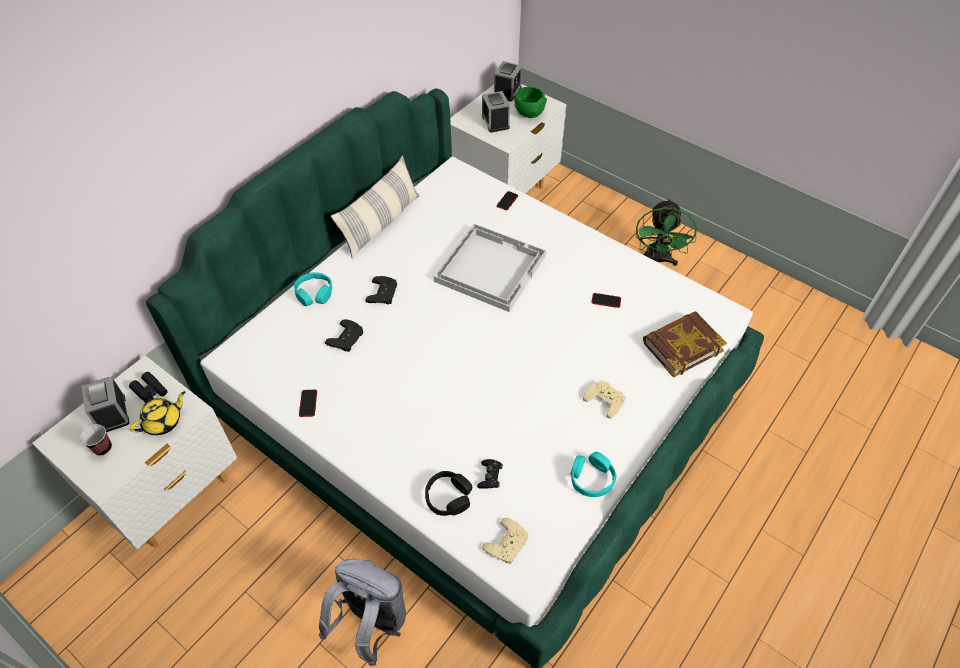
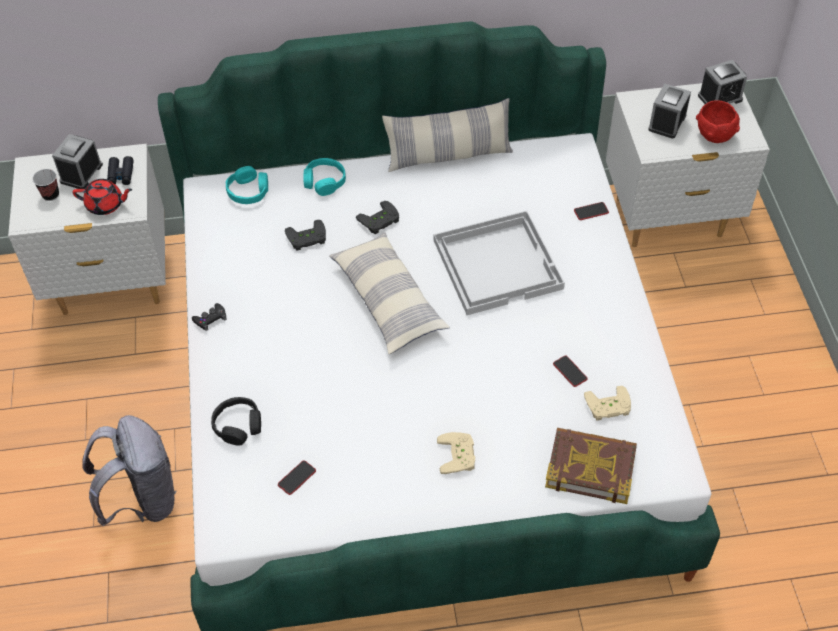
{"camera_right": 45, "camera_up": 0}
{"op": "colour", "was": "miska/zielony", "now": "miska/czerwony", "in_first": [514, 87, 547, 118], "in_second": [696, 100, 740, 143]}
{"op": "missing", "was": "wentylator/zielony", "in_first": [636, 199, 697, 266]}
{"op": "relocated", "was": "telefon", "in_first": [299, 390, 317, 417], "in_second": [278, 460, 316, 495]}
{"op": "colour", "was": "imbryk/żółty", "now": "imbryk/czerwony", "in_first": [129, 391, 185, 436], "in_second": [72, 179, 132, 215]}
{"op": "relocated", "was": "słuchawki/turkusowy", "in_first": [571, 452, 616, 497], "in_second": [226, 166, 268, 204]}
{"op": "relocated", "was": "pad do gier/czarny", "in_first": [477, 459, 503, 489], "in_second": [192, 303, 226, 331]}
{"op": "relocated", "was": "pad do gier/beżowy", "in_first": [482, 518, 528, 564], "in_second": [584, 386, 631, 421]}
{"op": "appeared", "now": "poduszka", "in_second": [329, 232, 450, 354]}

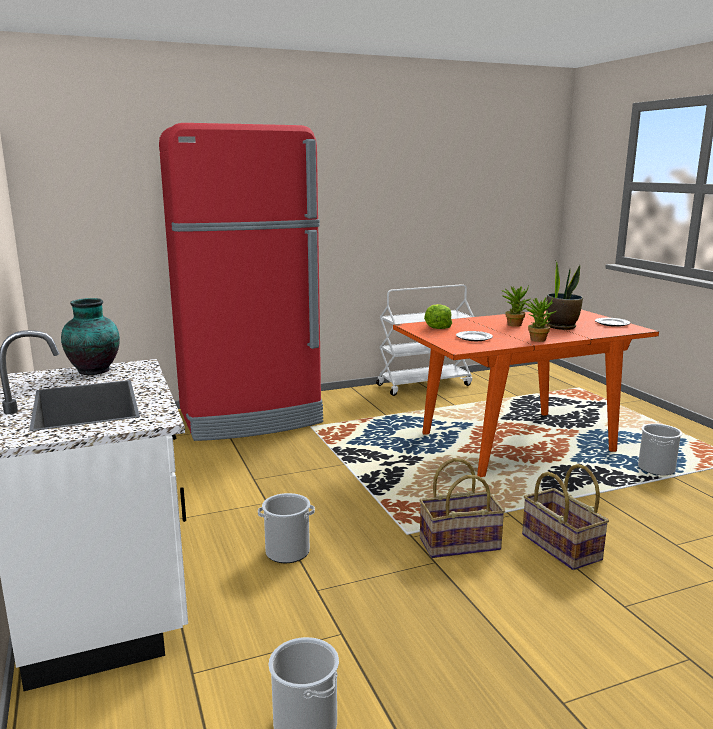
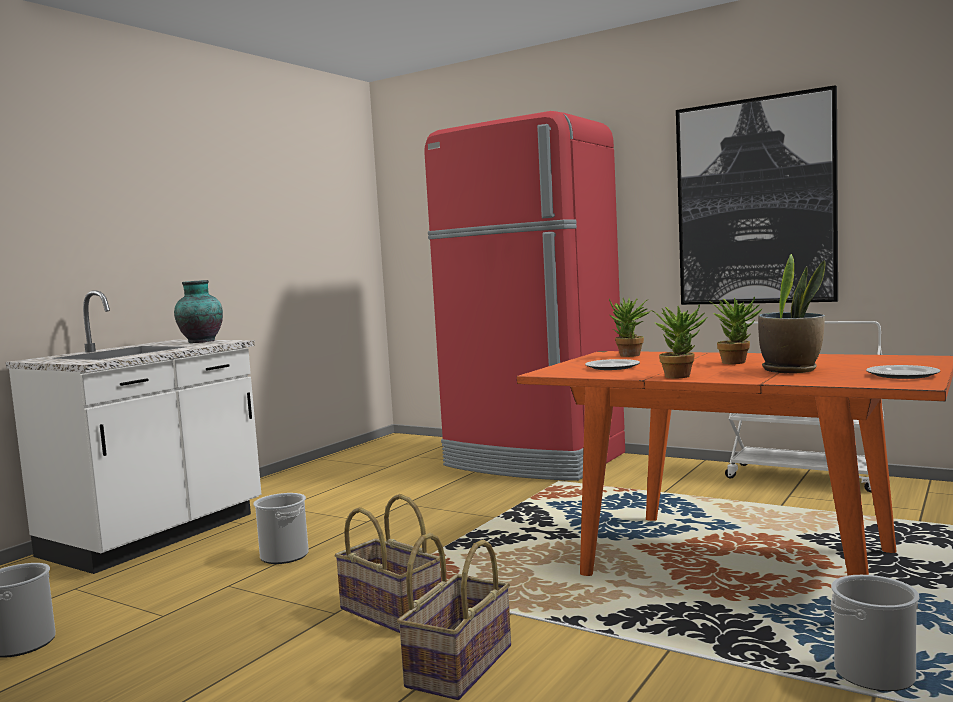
{"camera_right": 55, "camera_up": -10}
{"op": "exchanged", "was": "sałata", "now": "roślina doniczkowa", "in_first": [424, 304, 452, 329], "in_second": [609, 298, 651, 357]}
{"op": "appeared", "now": "obraz", "in_second": [676, 85, 838, 305]}

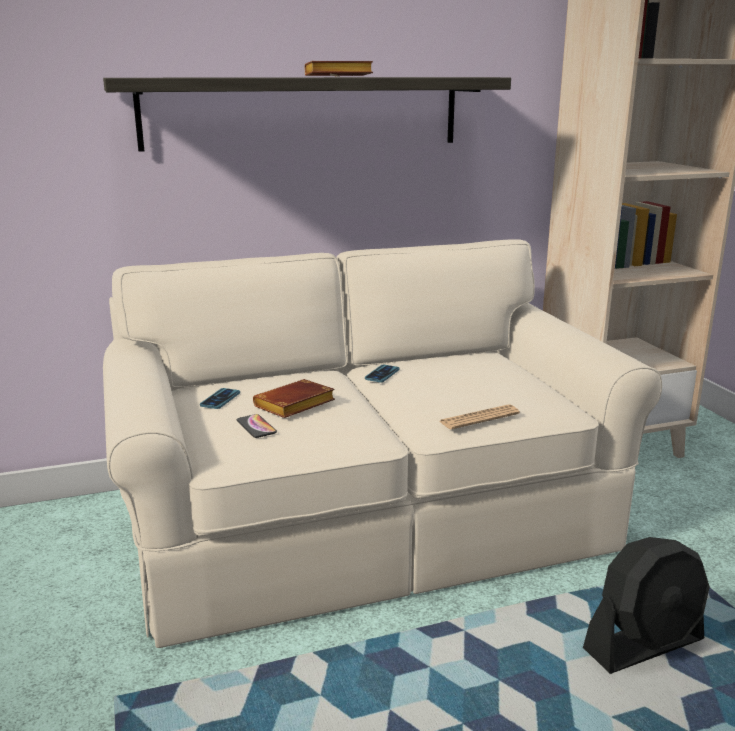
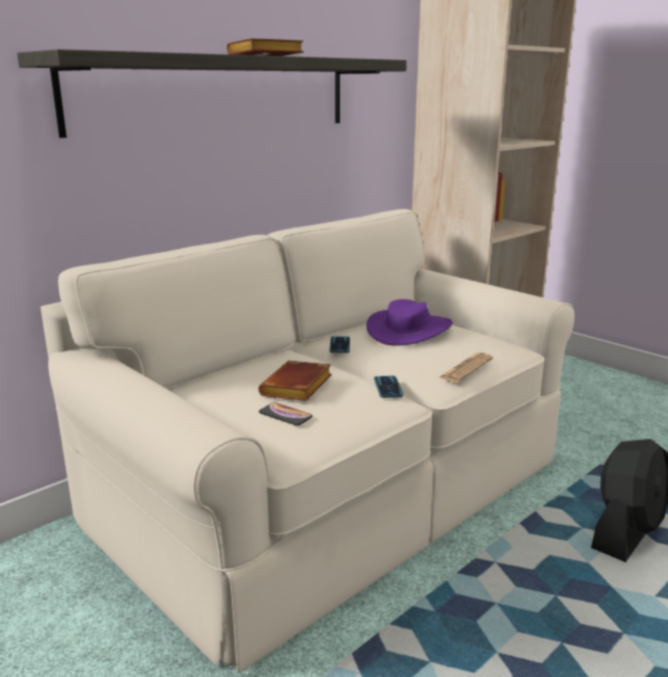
{"camera_right": -25, "camera_up": 0}
{"op": "relocated", "was": "telefon", "in_first": [200, 388, 240, 409], "in_second": [374, 376, 403, 398]}
{"op": "appeared", "now": "kapelusz/fioletowy", "in_second": [367, 299, 453, 346]}

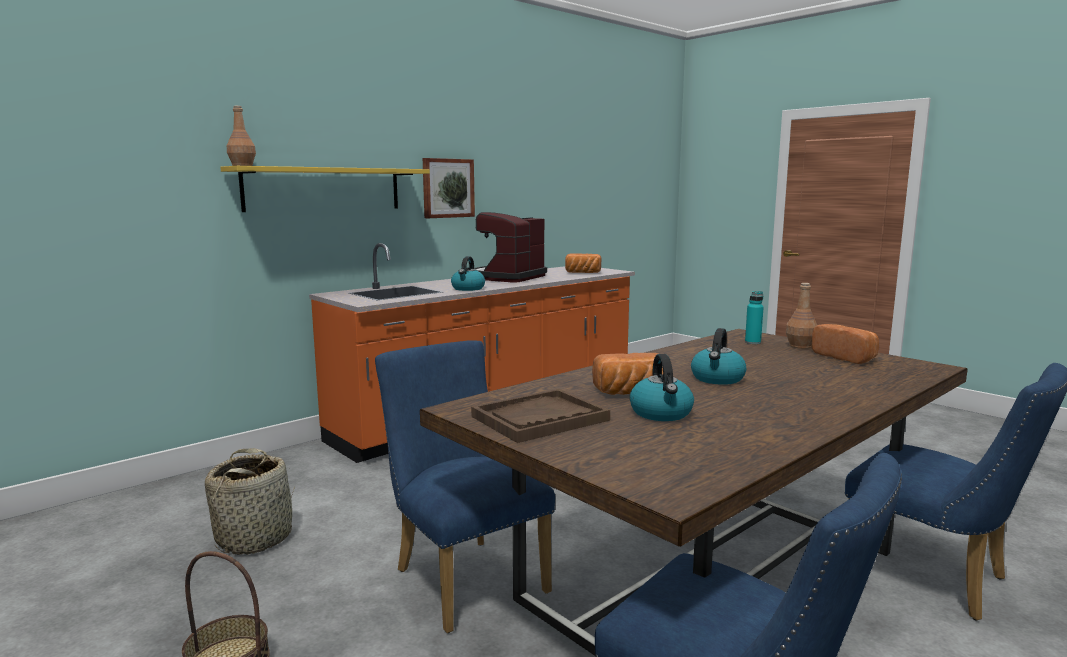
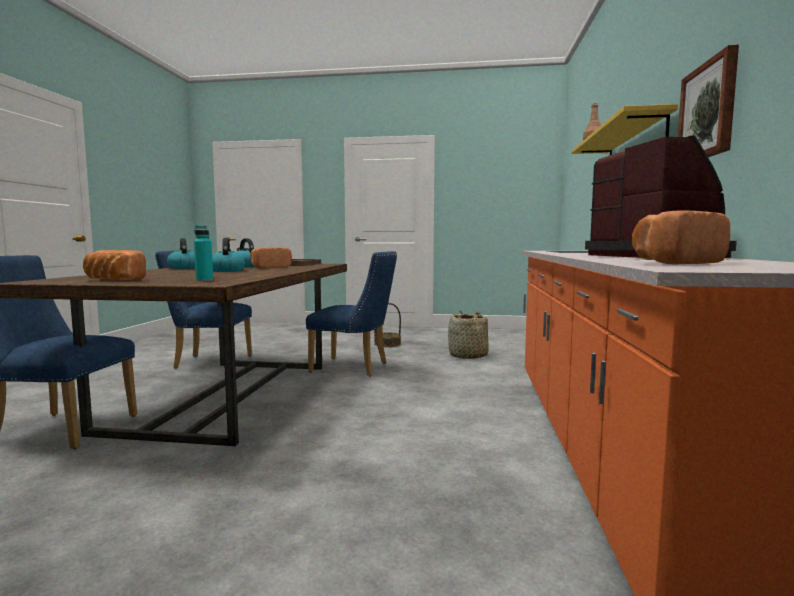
{"camera_right": 140, "camera_up": -5}
{"op": "relocated", "was": "czajnik", "in_first": [451, 256, 485, 291], "in_second": [167, 238, 195, 269]}
{"op": "missing", "was": "butelka/brązowy", "in_first": [786, 283, 817, 349]}

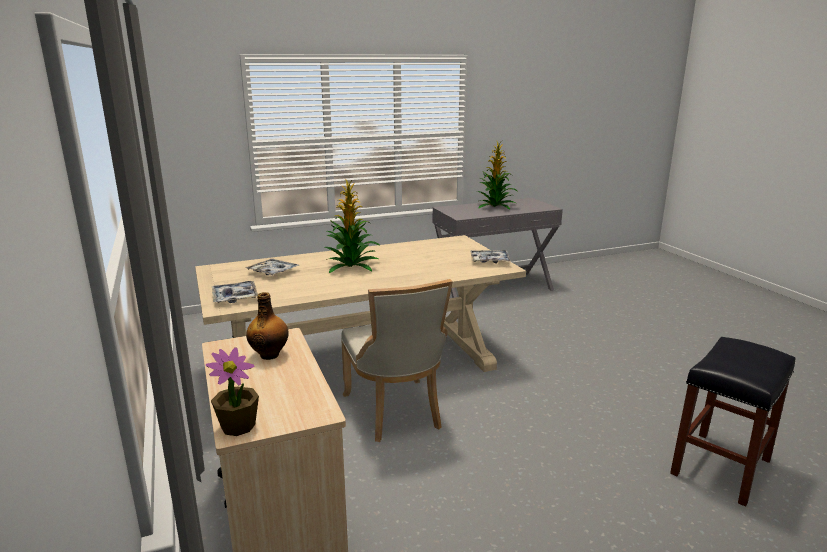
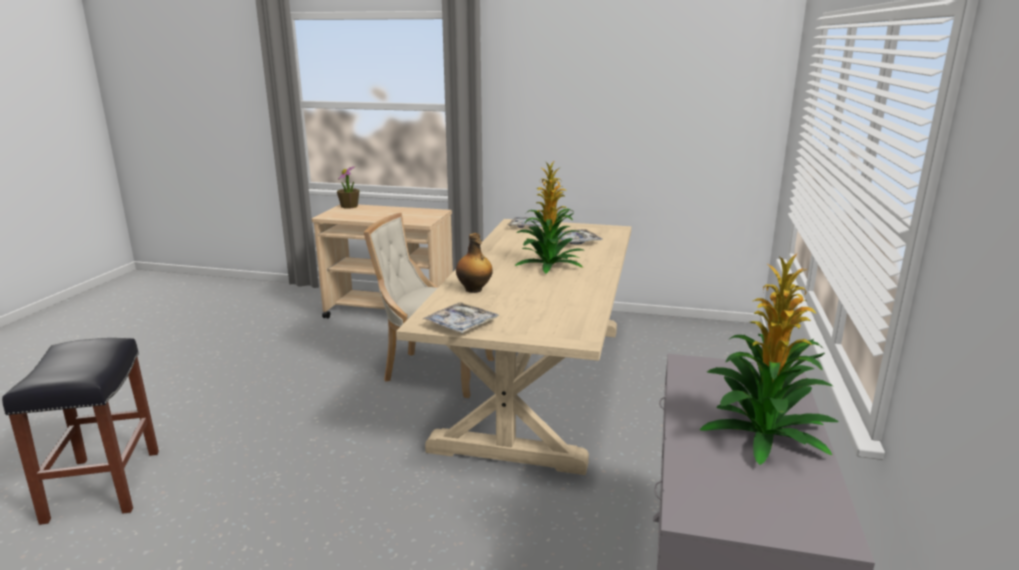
{"camera_right": 125, "camera_up": 0}
{"op": "relocated", "was": "butelka", "in_first": [246, 292, 289, 360], "in_second": [456, 233, 493, 293]}

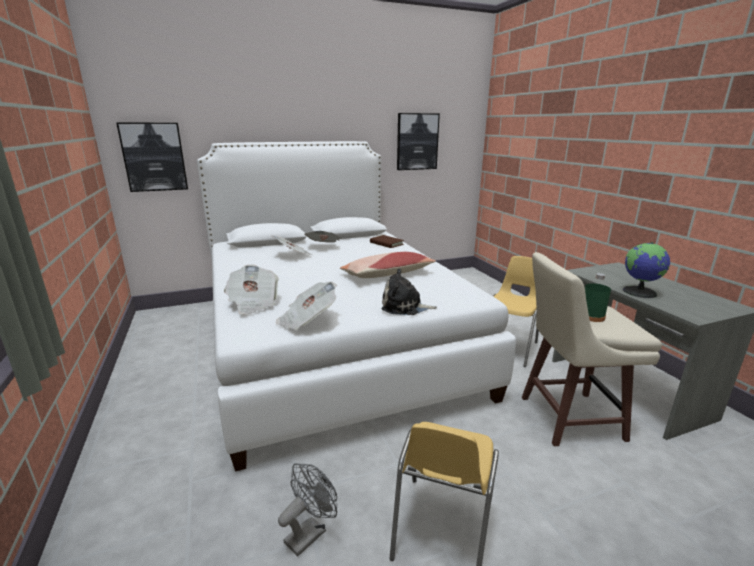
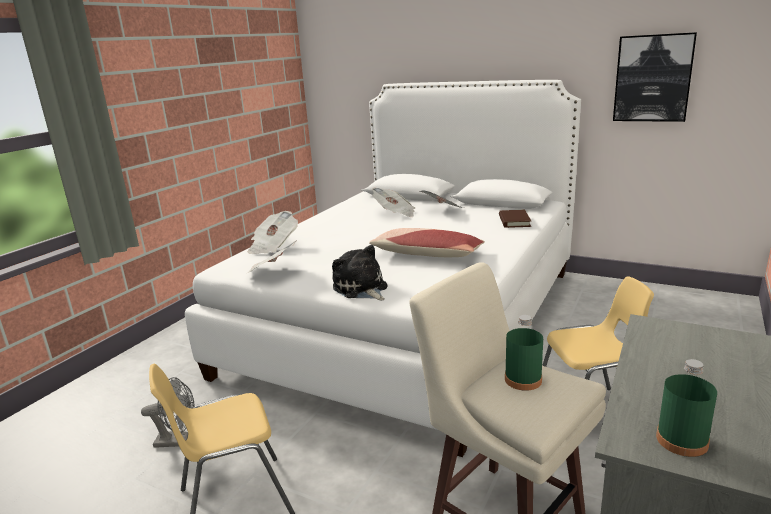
{"camera_right": 50, "camera_up": 0}
{"op": "missing", "was": "obraz", "in_first": [116, 122, 188, 192]}
{"op": "missing", "was": "globus", "in_first": [623, 242, 670, 298]}
{"op": "appeared", "now": "butelka/zielony", "in_second": [656, 359, 717, 457]}

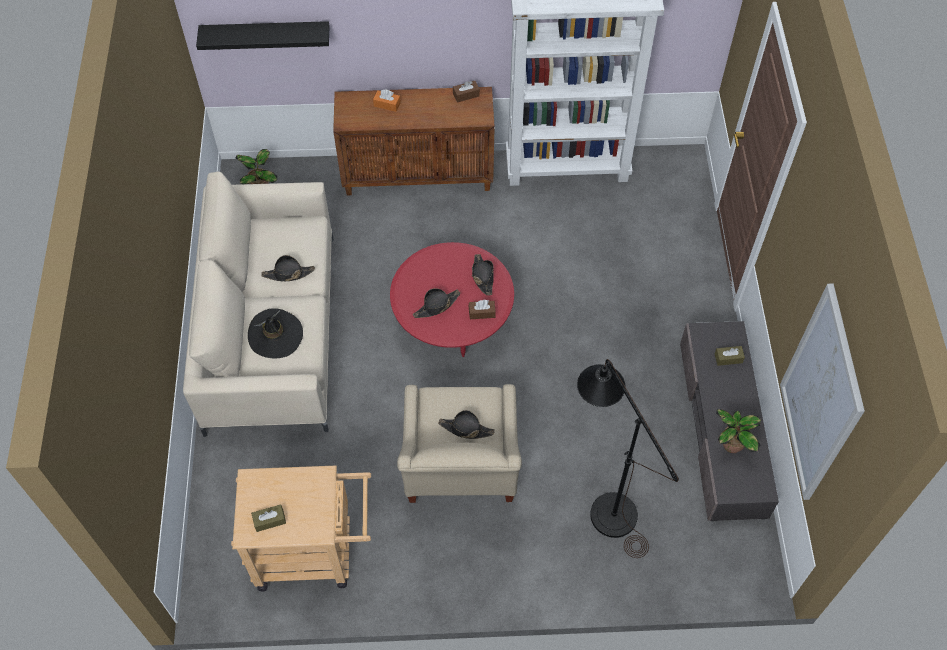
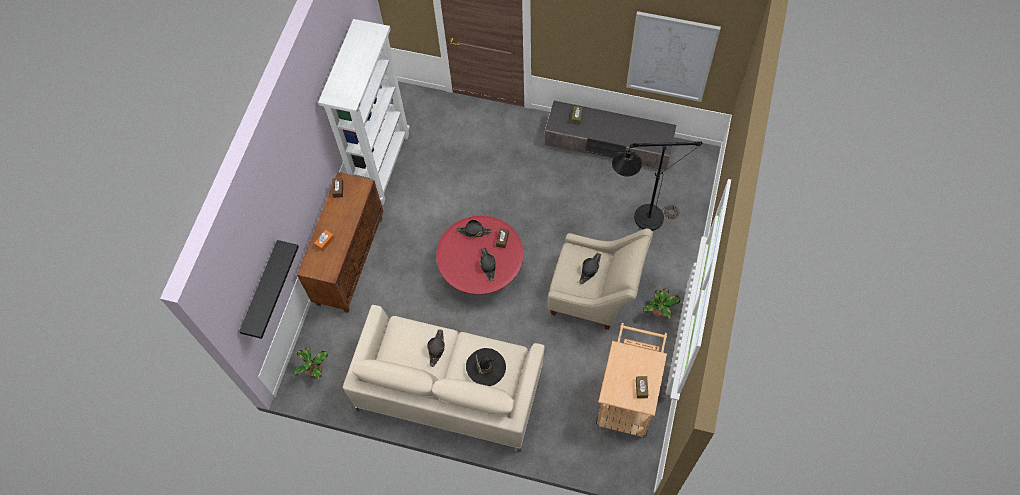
{"camera_right": -70, "camera_up": 5}
{"op": "relocated", "was": "roślina doniczkowa", "in_first": [716, 409, 761, 453], "in_second": [643, 288, 680, 318]}

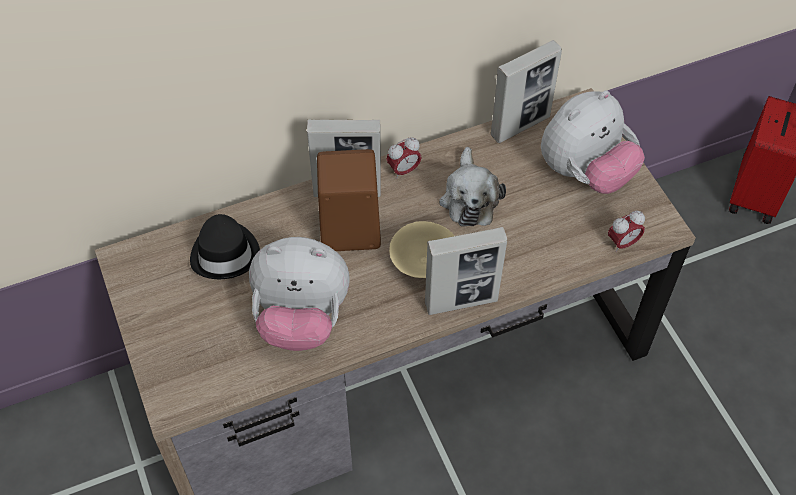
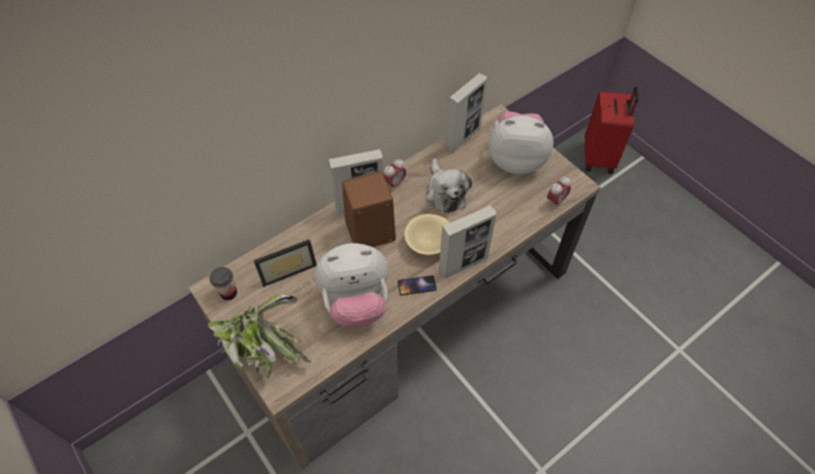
{"camera_right": -15, "camera_up": 0}
{"op": "spun", "was": "pluszak", "in_first": [541, 90, 645, 194], "in_second": [488, 111, 554, 174], "clockwise": -120}
{"op": "exchanged", "was": "kapelusz/czarny", "now": "ramka na zdjęcie", "in_first": [190, 214, 260, 279], "in_second": [254, 239, 317, 287]}
{"op": "appeared", "now": "filiżanka", "in_second": [209, 267, 237, 300]}
{"op": "appeared", "now": "telefon", "in_second": [398, 275, 437, 295]}
{"op": "appeared", "now": "roślina doniczkowa", "in_second": [208, 294, 311, 378]}

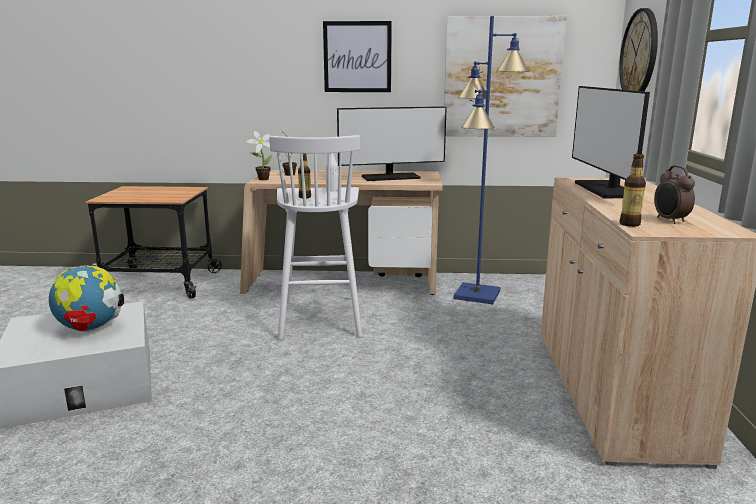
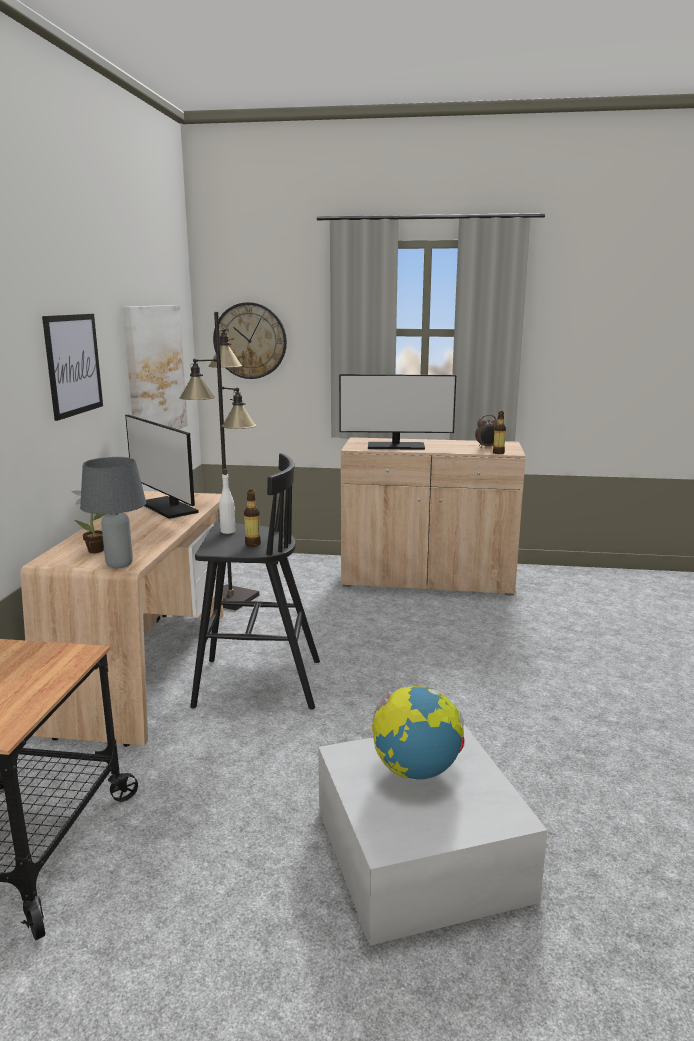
{"camera_right": -85, "camera_up": 0}
{"op": "colour", "was": "lampa stojąca/niebieski", "now": "lampa stojąca/czarny", "in_first": [454, 16, 530, 304], "in_second": [179, 312, 259, 610]}
{"op": "spun", "was": "monitor", "in_first": [337, 106, 447, 181], "in_second": [125, 414, 199, 519], "clockwise": 150}
{"op": "exchanged", "was": "roślina doniczkowa", "now": "lampa stołowa/szary", "in_first": [246, 131, 272, 180], "in_second": [80, 457, 146, 568]}
{"op": "colour", "was": "stołek/biały", "now": "stołek/czarny", "in_first": [269, 135, 362, 340], "in_second": [190, 453, 320, 710]}

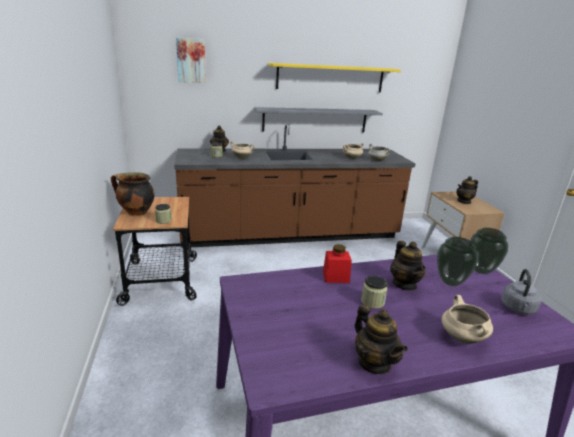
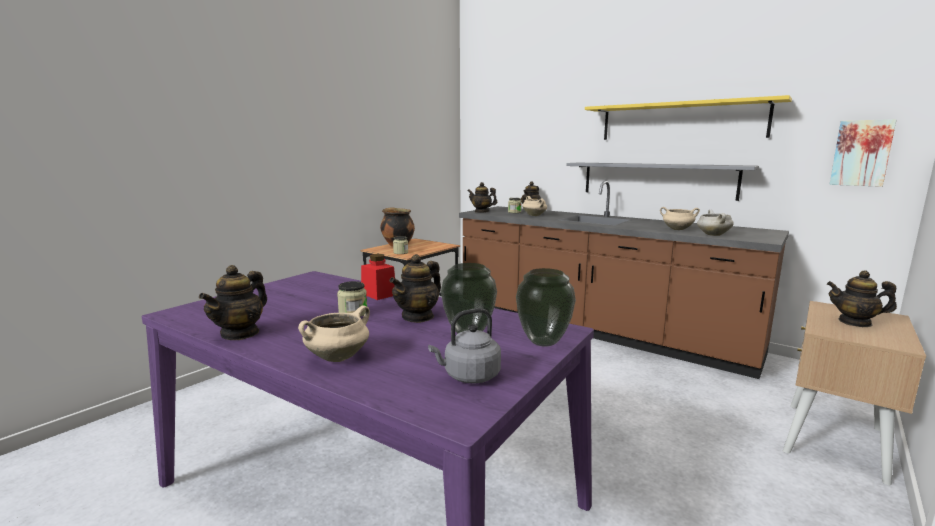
{"camera_right": 50, "camera_up": -10}
{"op": "relocated", "was": "obraz", "in_first": [176, 38, 206, 83], "in_second": [829, 119, 897, 187]}
{"op": "appeared", "now": "imbryk", "in_second": [468, 182, 497, 213]}

